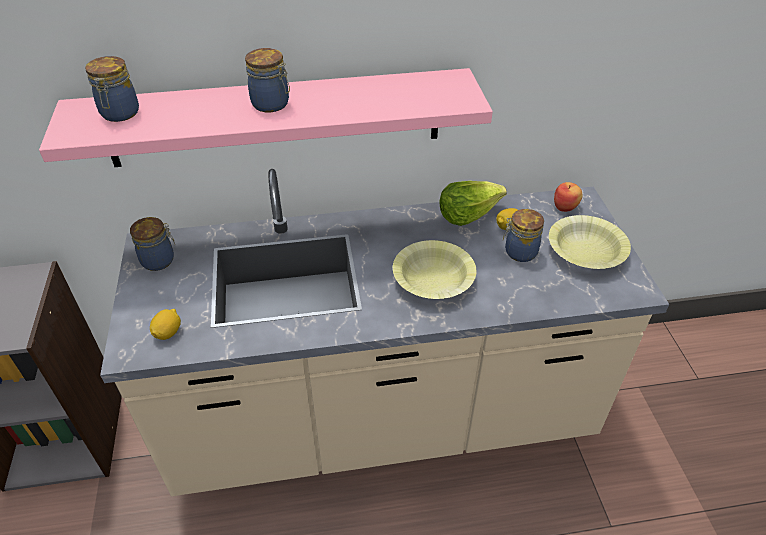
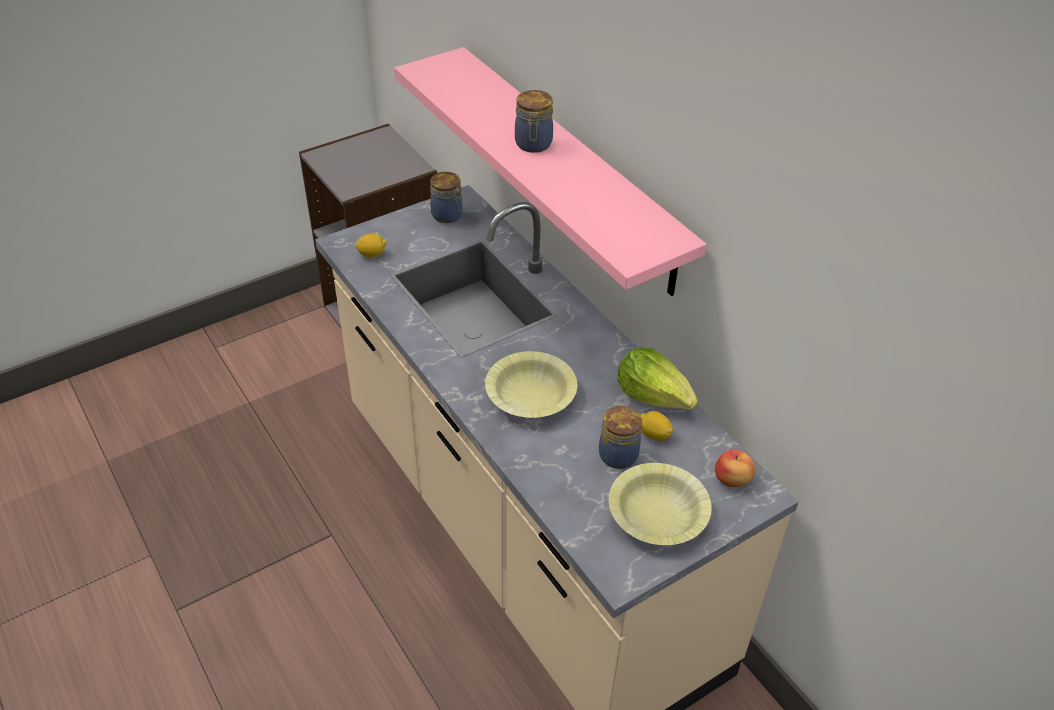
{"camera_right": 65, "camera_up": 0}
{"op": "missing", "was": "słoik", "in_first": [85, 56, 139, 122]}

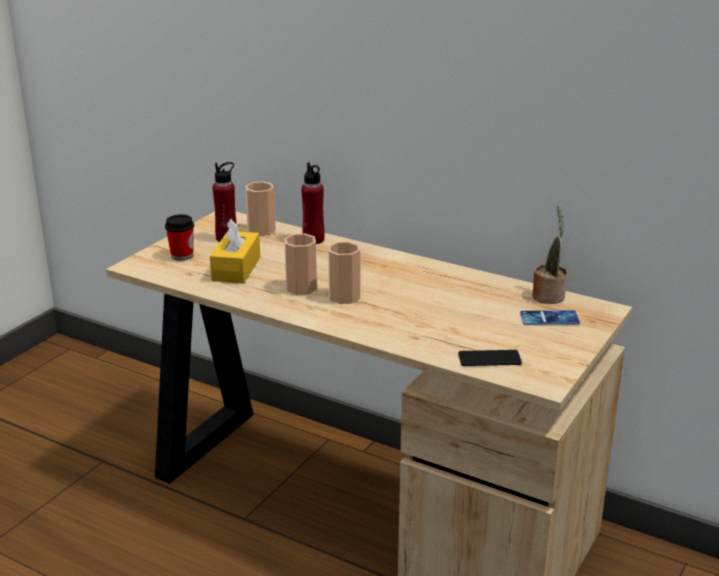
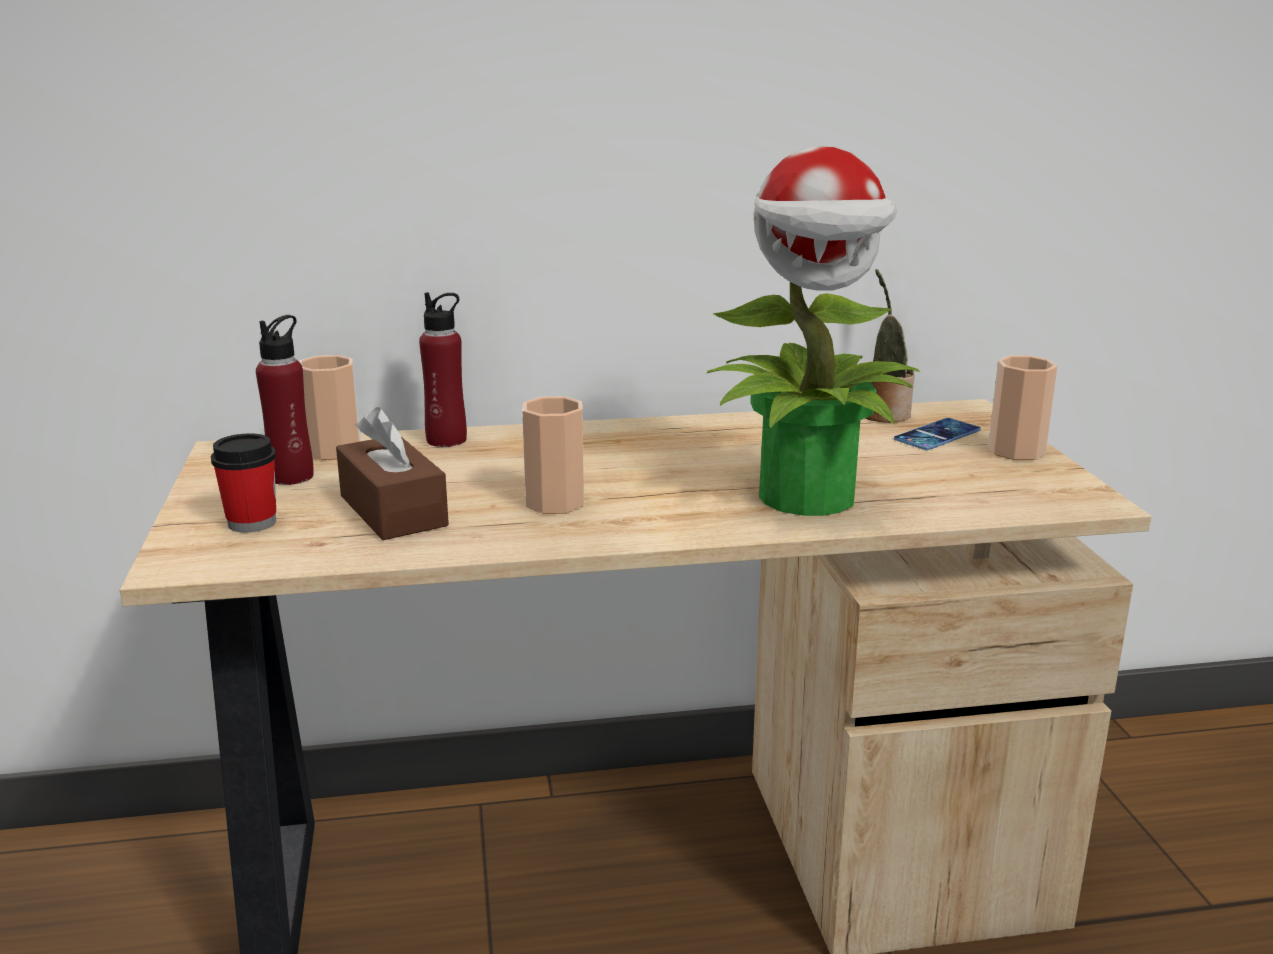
{"camera_right": -40, "camera_up": -5}
{"op": "colour", "was": "pudełko chusteczek/żółty", "now": "pudełko chusteczek/brązowy", "in_first": [210, 219, 260, 284], "in_second": [336, 407, 449, 540]}
{"op": "relocated", "was": "filiżanka", "in_first": [328, 241, 360, 304], "in_second": [988, 355, 1058, 460]}
{"op": "missing", "was": "telefon", "in_first": [459, 350, 522, 366]}
{"op": "appeared", "now": "roślina doniczkowa", "in_second": [706, 146, 920, 516]}

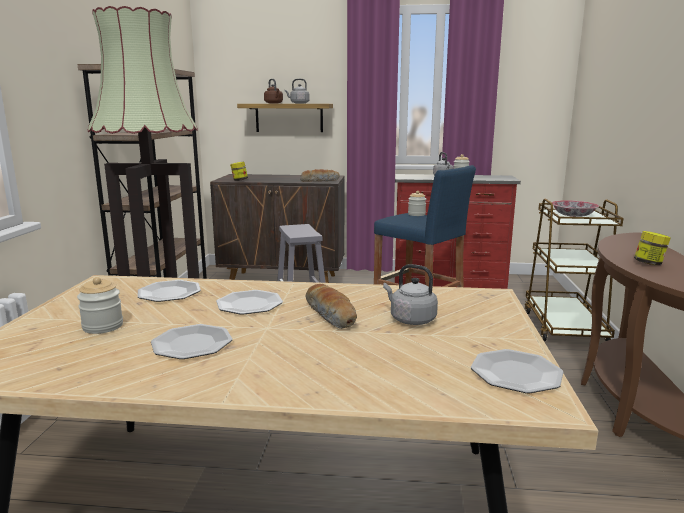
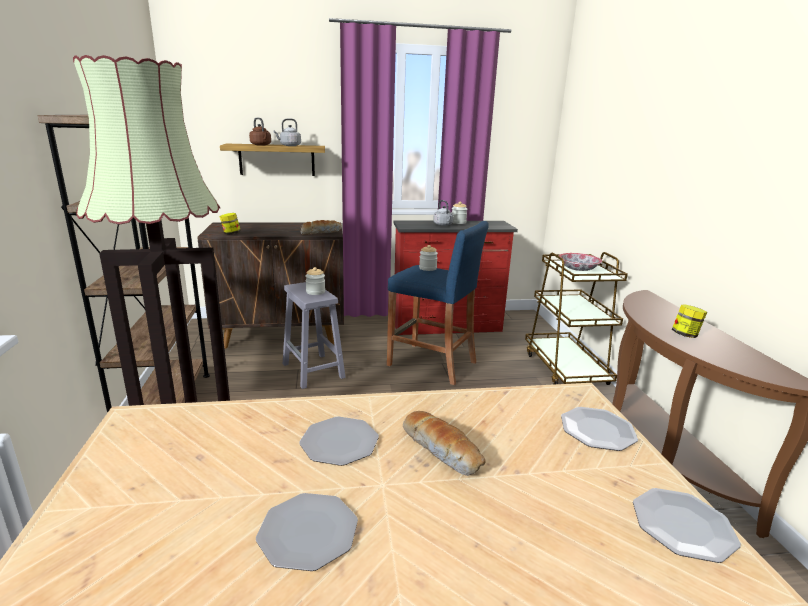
{"camera_right": -15, "camera_up": 5}
{"op": "missing", "was": "czajnik/szary", "in_first": [383, 264, 438, 325]}
{"op": "relocated", "was": "słoik", "in_first": [77, 277, 123, 334], "in_second": [305, 267, 325, 295]}
{"op": "relocated", "was": "talerz", "in_first": [138, 280, 201, 302], "in_second": [561, 407, 638, 451]}

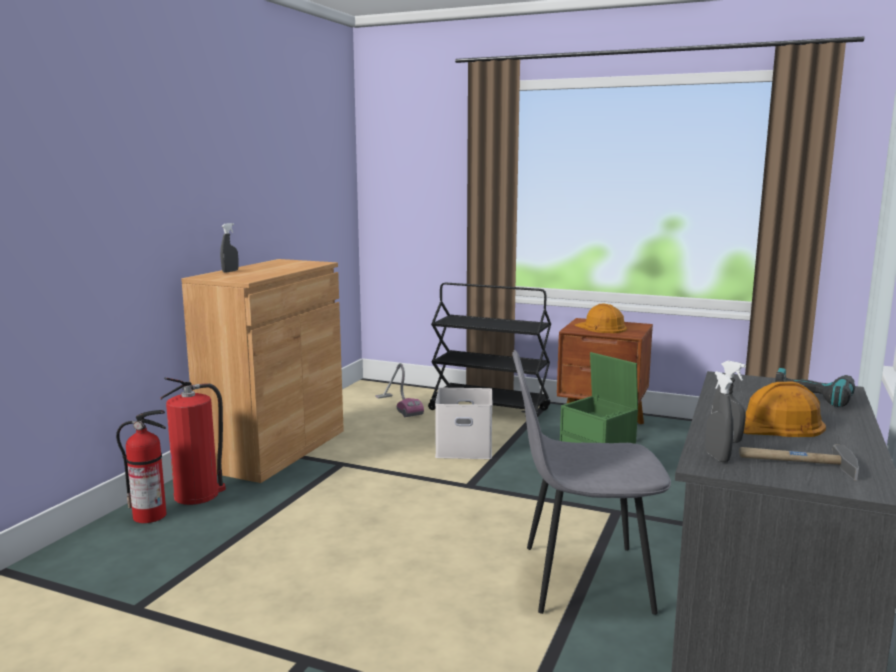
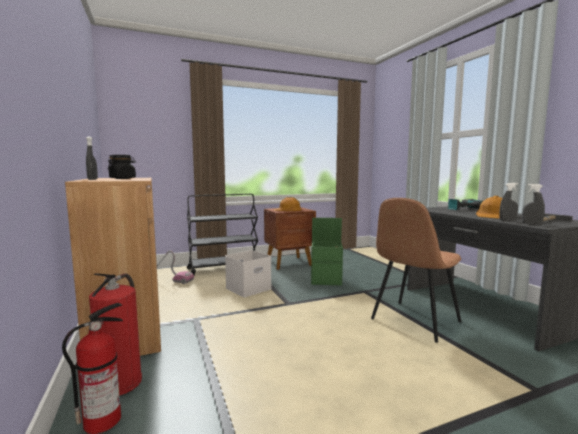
{"camera_right": -45, "camera_up": -5}
{"op": "colour", "was": "krzesło/szary", "now": "krzesło/brązowy", "in_first": [512, 350, 671, 615], "in_second": [371, 198, 461, 343]}
{"op": "appeared", "now": "słoik/czarny", "in_second": [108, 155, 136, 179]}

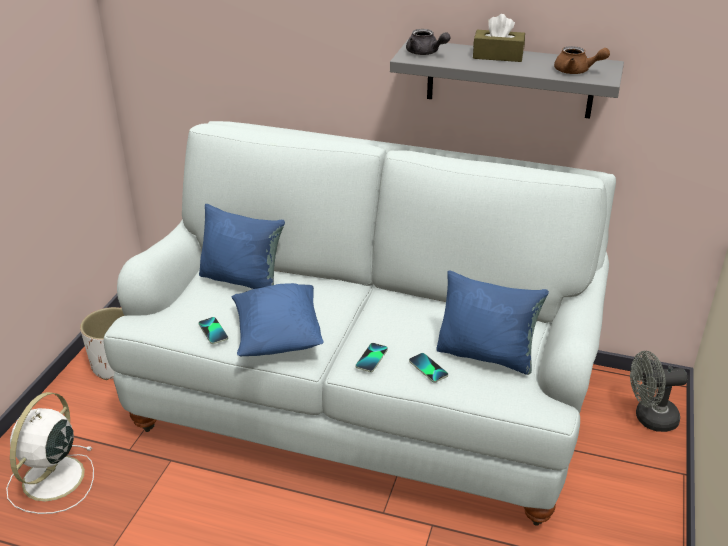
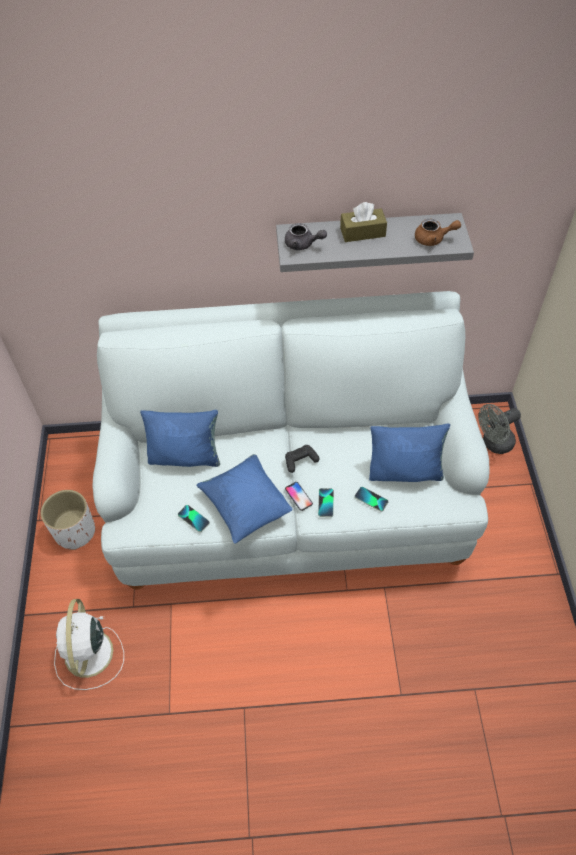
{"camera_right": -20, "camera_up": 20}
{"op": "appeared", "now": "pad do gier/czarny", "in_second": [285, 445, 320, 473]}
{"op": "appeared", "now": "telefon", "in_second": [285, 482, 313, 511]}

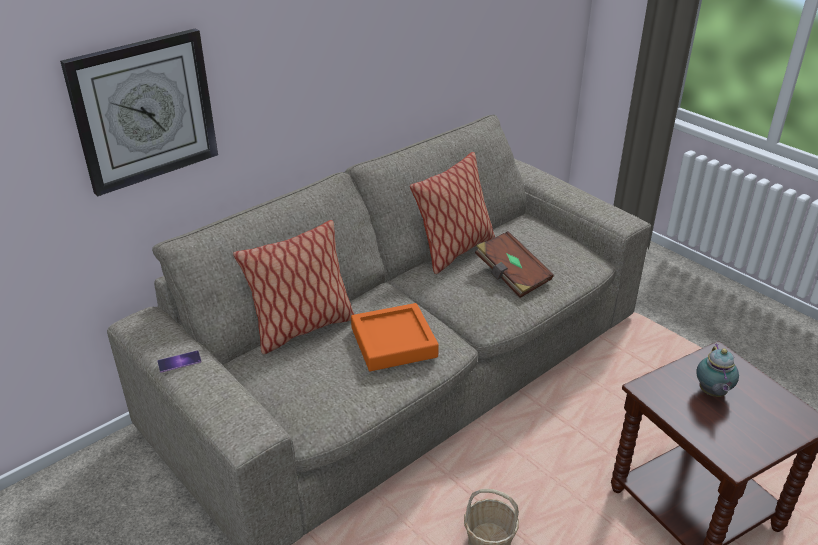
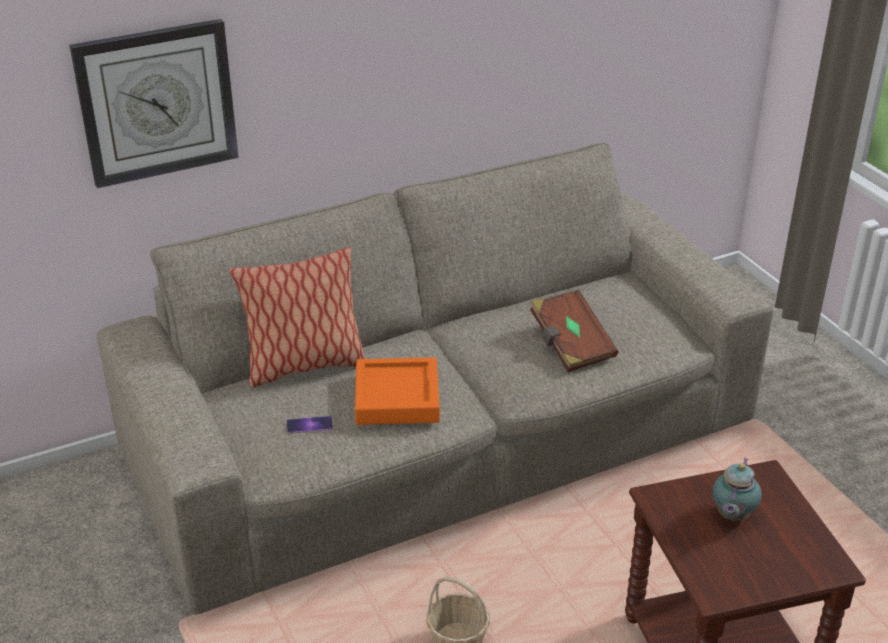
{"camera_right": 15, "camera_up": 0}
{"op": "missing", "was": "poduszka", "in_first": [410, 152, 495, 274]}
{"op": "relocated", "was": "telefon", "in_first": [158, 350, 202, 373], "in_second": [287, 416, 333, 434]}

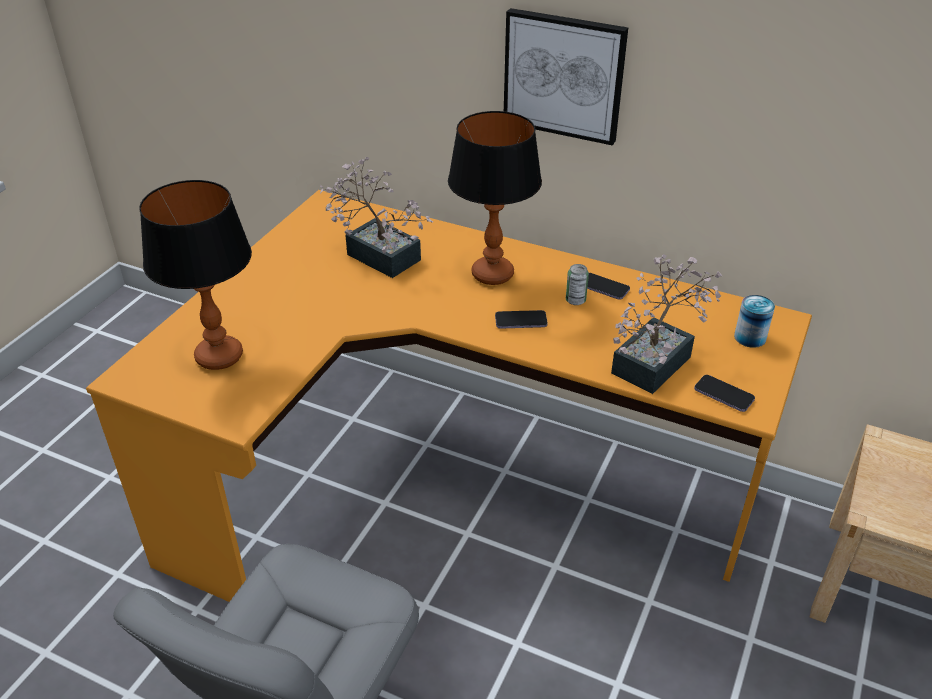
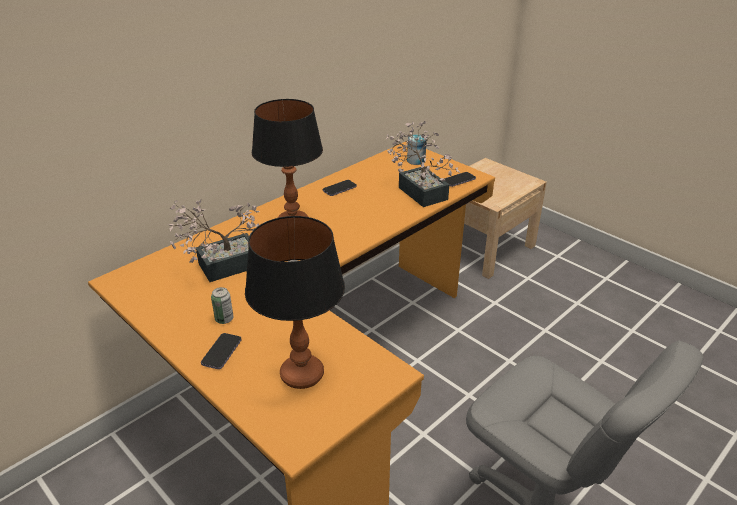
{"camera_right": -70, "camera_up": -5}
{"op": "missing", "was": "obraz", "in_first": [504, 8, 628, 145]}
{"op": "relocated", "was": "puszka", "in_first": [566, 264, 589, 305], "in_second": [211, 287, 234, 324]}
{"op": "relocated", "was": "telefon", "in_first": [495, 310, 547, 329], "in_second": [201, 333, 241, 369]}

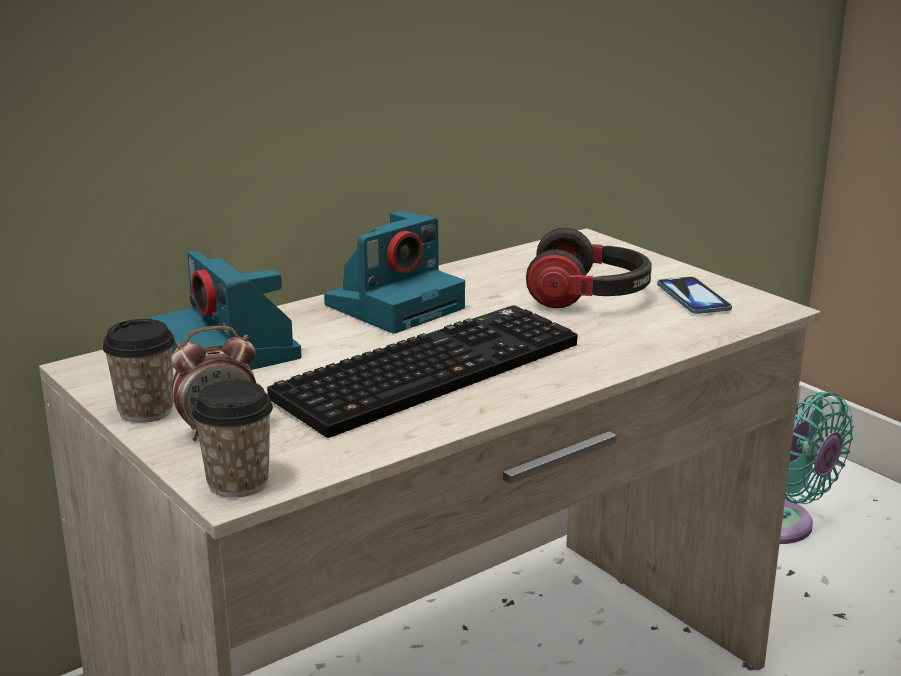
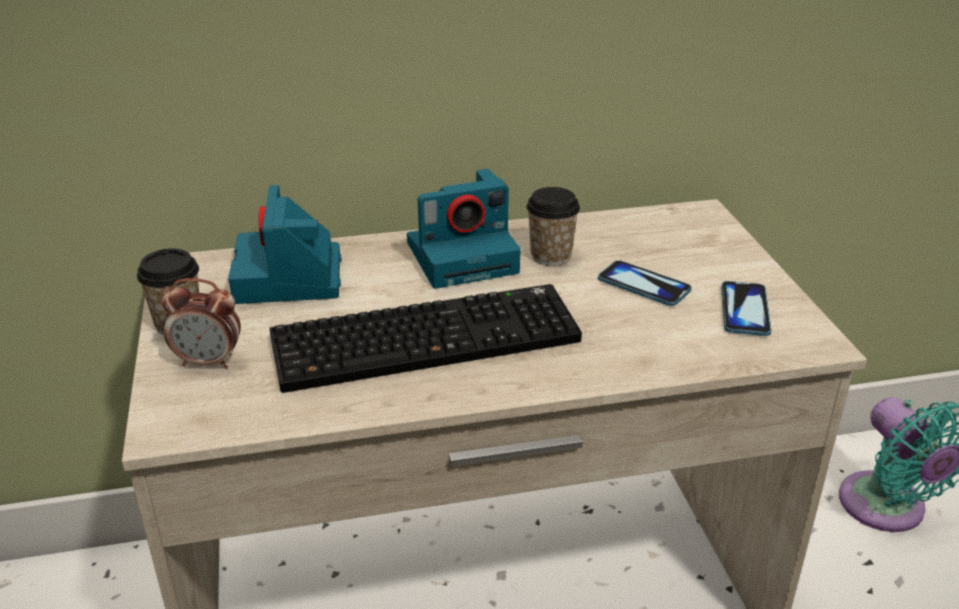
{"camera_right": 25, "camera_up": 10}
{"op": "exchanged", "was": "słuchawki", "now": "telefon", "in_first": [526, 227, 652, 308], "in_second": [598, 260, 692, 306]}
{"op": "relocated", "was": "filiżanka", "in_first": [192, 380, 273, 498], "in_second": [526, 187, 580, 266]}

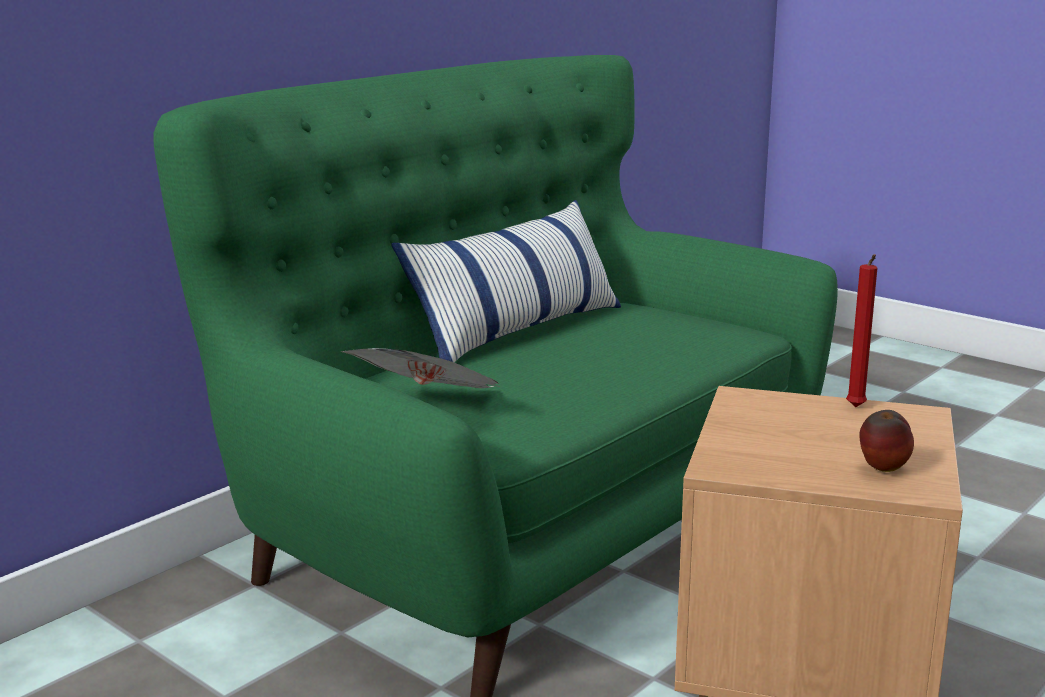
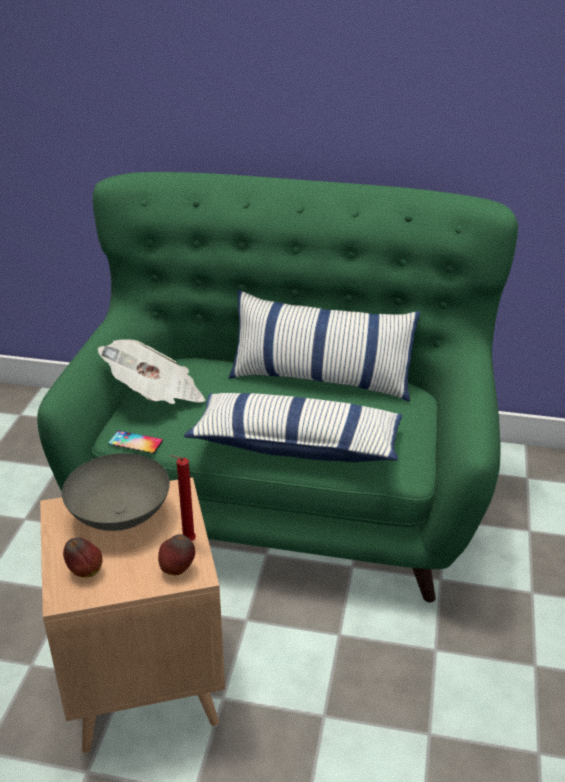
{"camera_right": 60, "camera_up": 15}
{"op": "appeared", "now": "poduszka", "in_second": [184, 393, 402, 462]}
{"op": "appeared", "now": "telefon", "in_second": [108, 430, 163, 454]}
{"op": "appeared", "now": "miska/szary", "in_second": [62, 453, 170, 531]}
{"op": "appeared", "now": "jabłko", "in_second": [158, 534, 195, 575]}

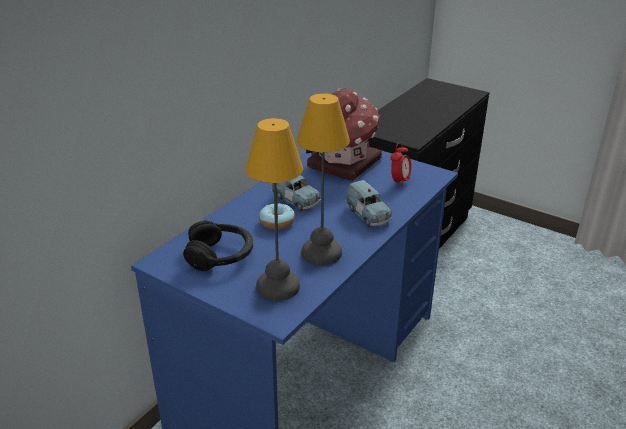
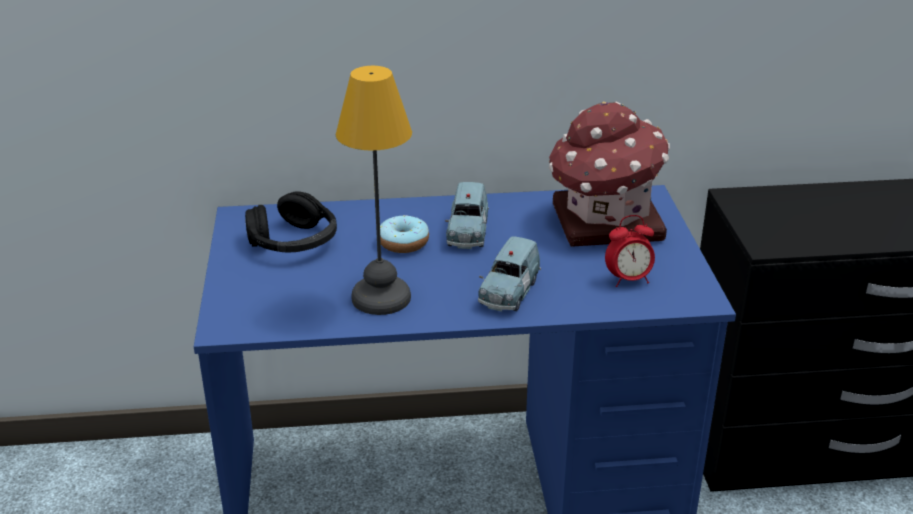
{"camera_right": 50, "camera_up": 0}
{"op": "missing", "was": "lampa stołowa", "in_first": [246, 118, 303, 301]}

